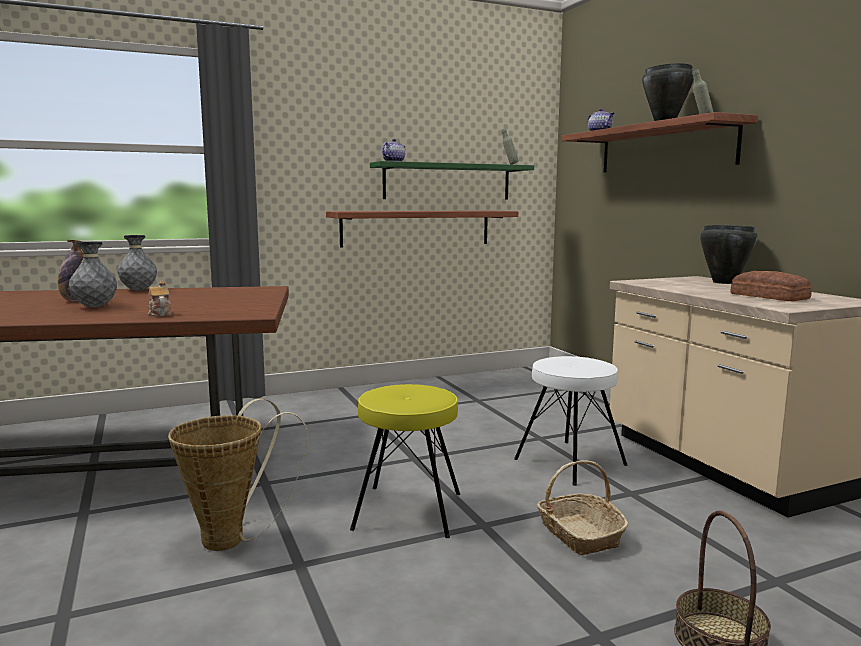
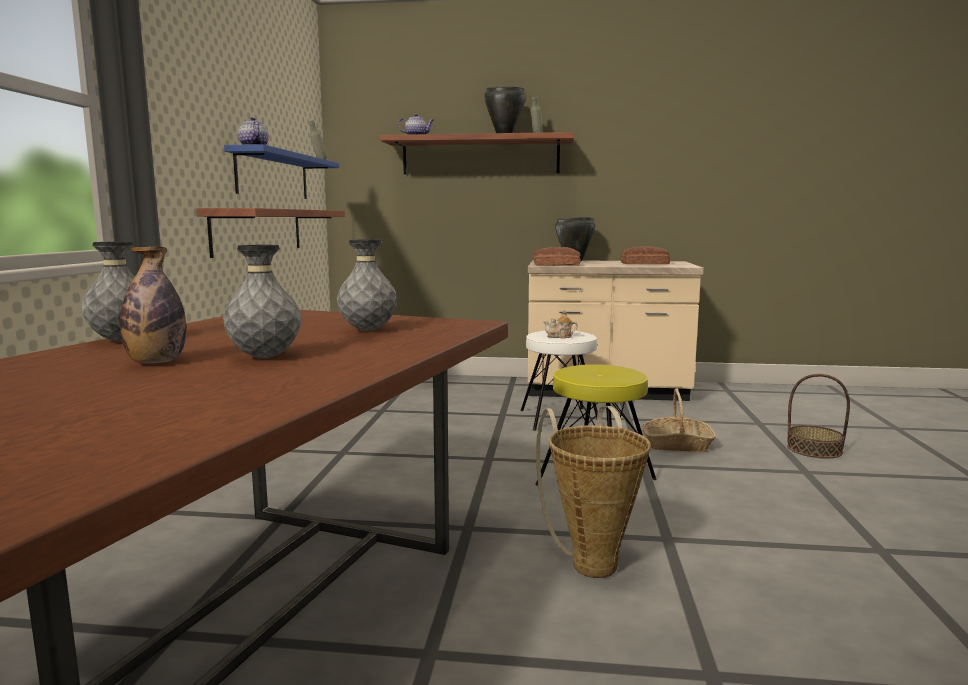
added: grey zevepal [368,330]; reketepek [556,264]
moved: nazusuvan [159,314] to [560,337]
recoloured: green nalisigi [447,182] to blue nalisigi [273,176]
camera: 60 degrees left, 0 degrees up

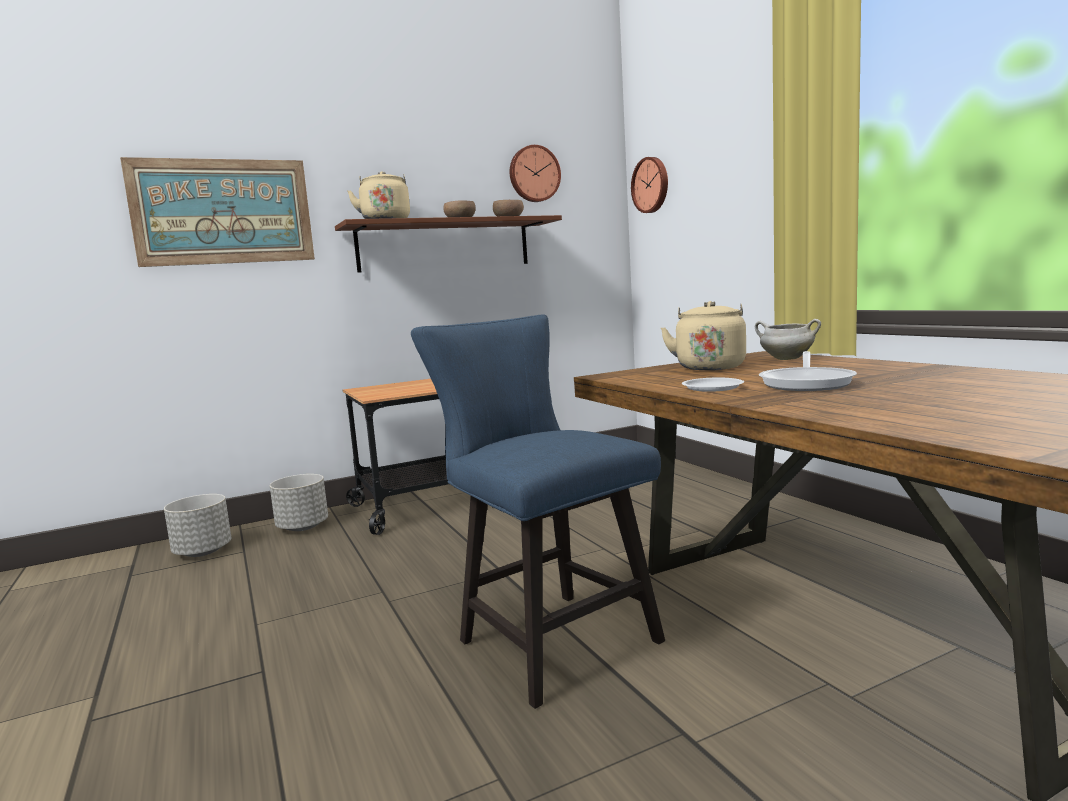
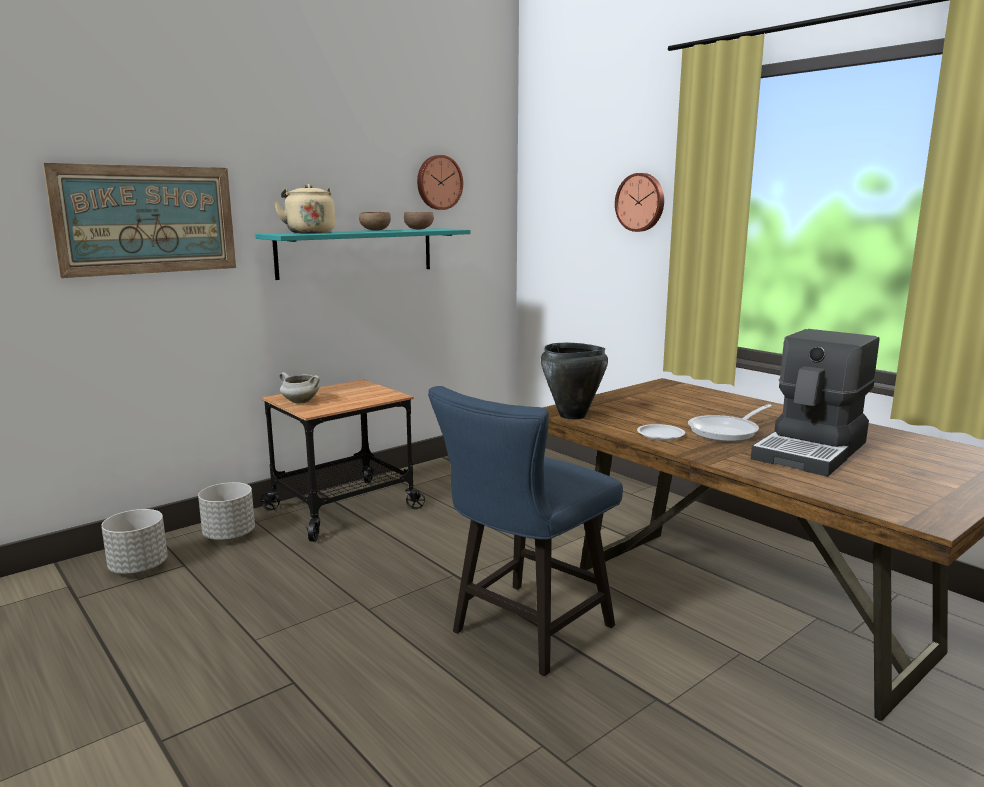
removed: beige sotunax [710,367]
added: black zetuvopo [572,416]; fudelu [812,451]
moved: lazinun [651,185] to [641,202]; white zetuvopo [786,359] to [299,402]
recoloured: brown nalisigi [445,245] to turquoise nalisigi [357,252]
turned: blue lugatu [548,637] = [524,633] 90 degrees counterclockwise; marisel [807,383] = [727,432] 45 degrees clockwise
camera: 15 degrees left, 5 degrees up

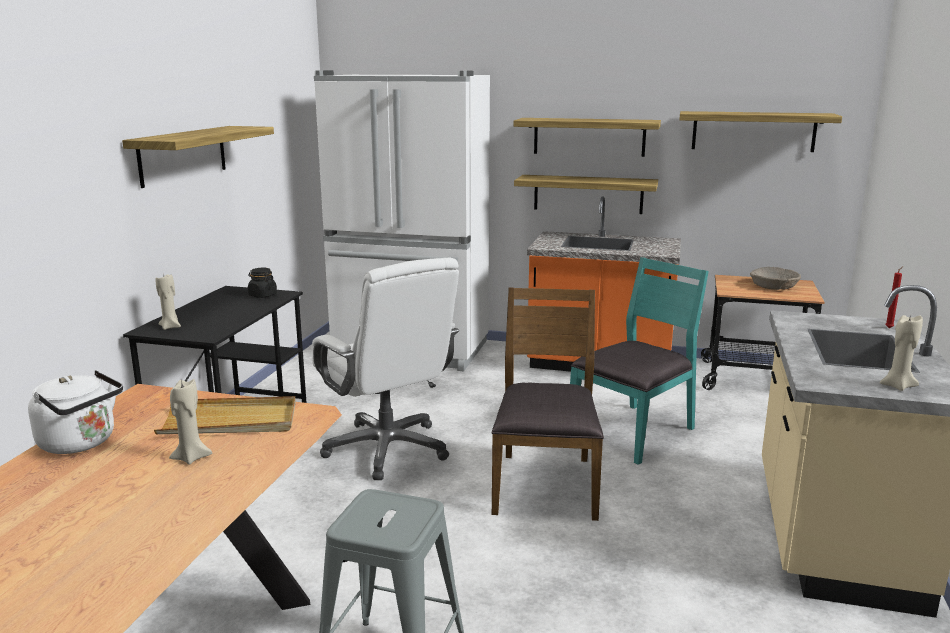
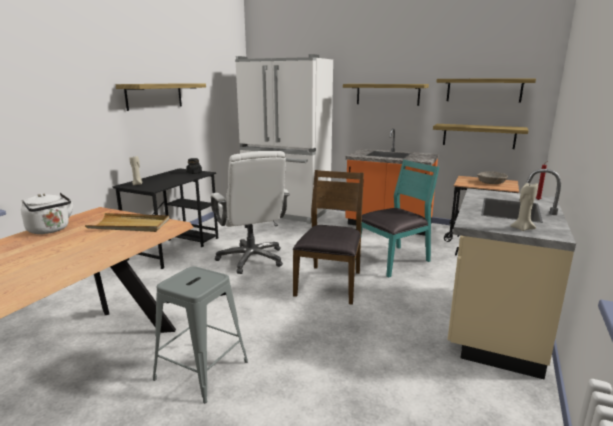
removed: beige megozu [191,457]
moved: nalisigi [588,194] to [478,136]
camera: 10 degrees right, 0 degrees up

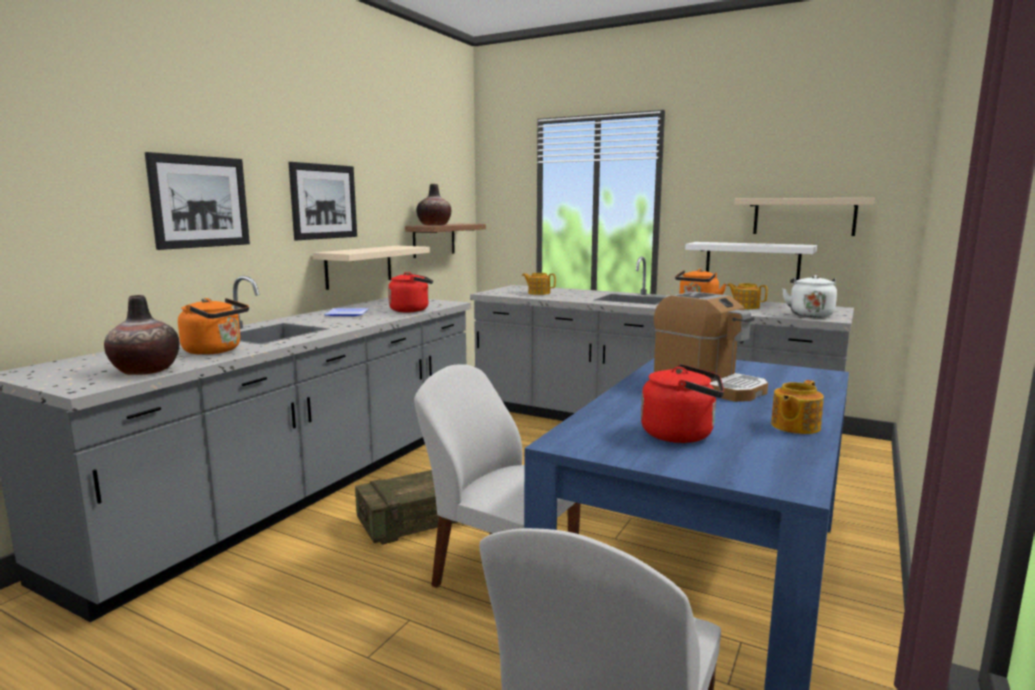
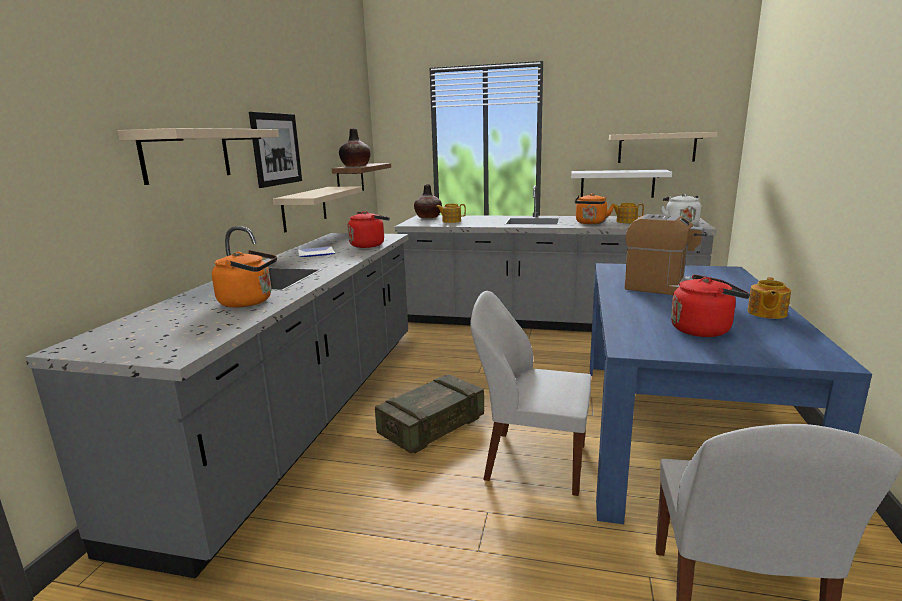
moved: zevepal [146,371] to [428,217]
replaced: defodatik [200,202] to beige nalisigi [187,155]
camera: 15 degrees left, 5 degrees up

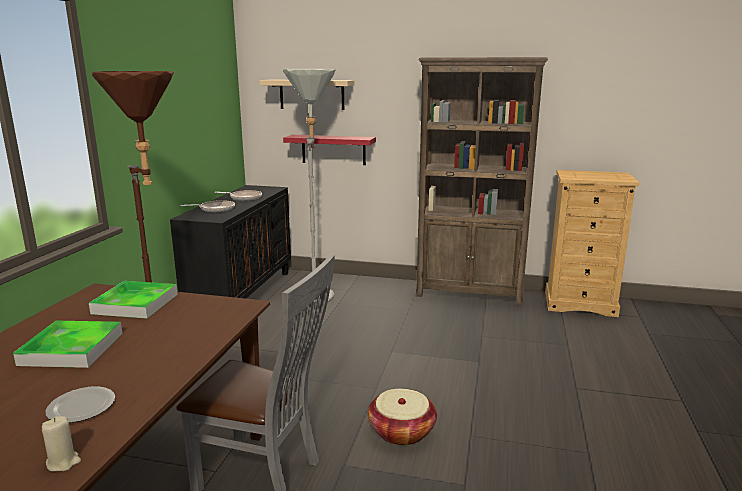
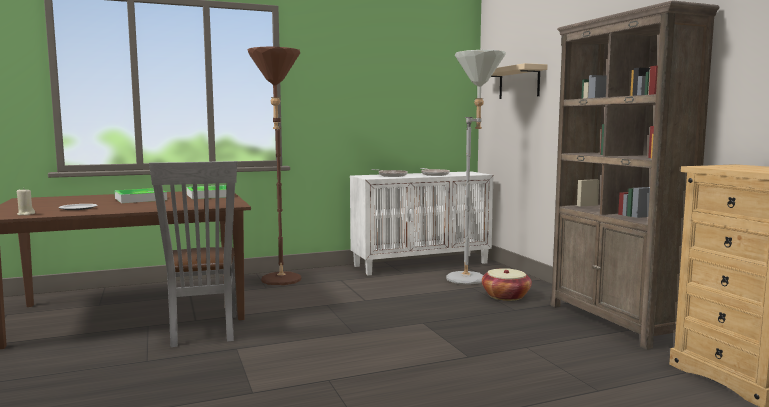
removed: red nalisigi [333,149]
moved: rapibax [401,431] to [506,296]
recoloured: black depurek [242,295] to white depurek [421,264]
camera: 55 degrees right, 10 degrees down

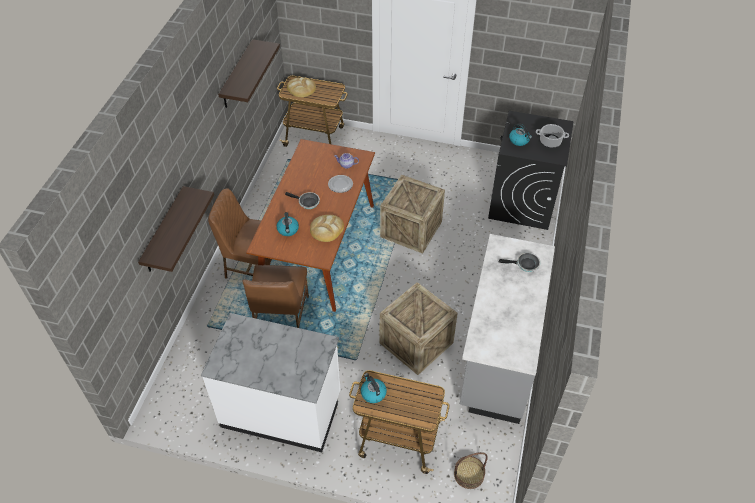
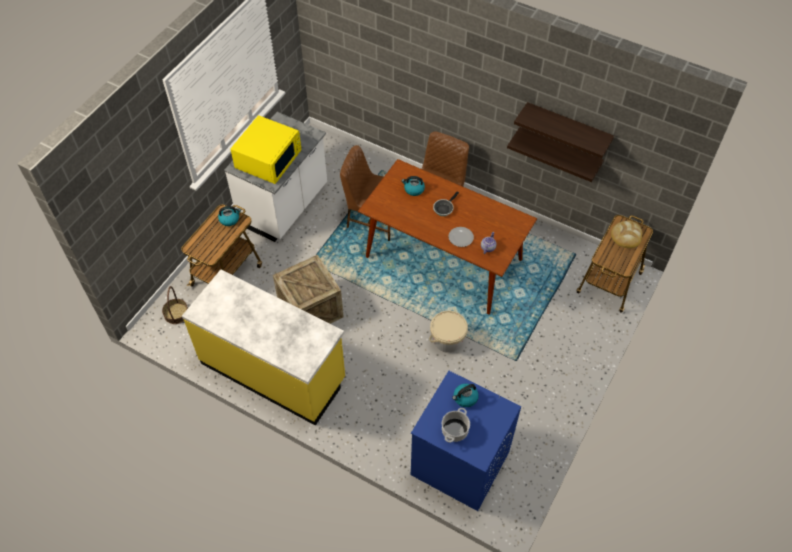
removed: reketepek [326,229]; marisel [525,264]
added: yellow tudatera [269,159]
moved: nalisigi [164,231] to [559,151]
replaced: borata [411,229] to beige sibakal [447,340]
recoloured: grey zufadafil [498,354] to yellow zufadafil [273,371]; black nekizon [522,202] to blue nekizon [459,463]
camera: 105 degrees right, 5 degrees up

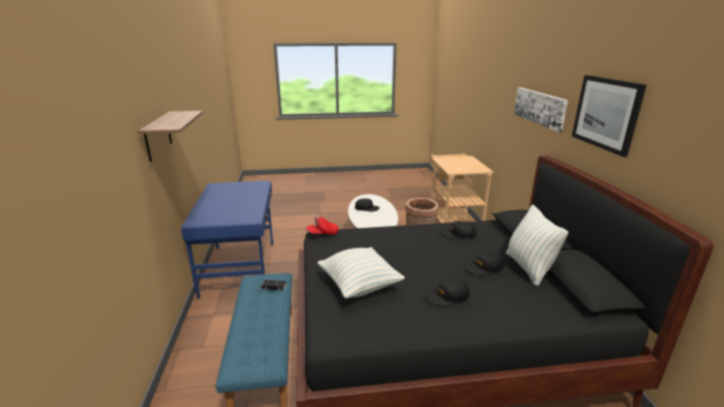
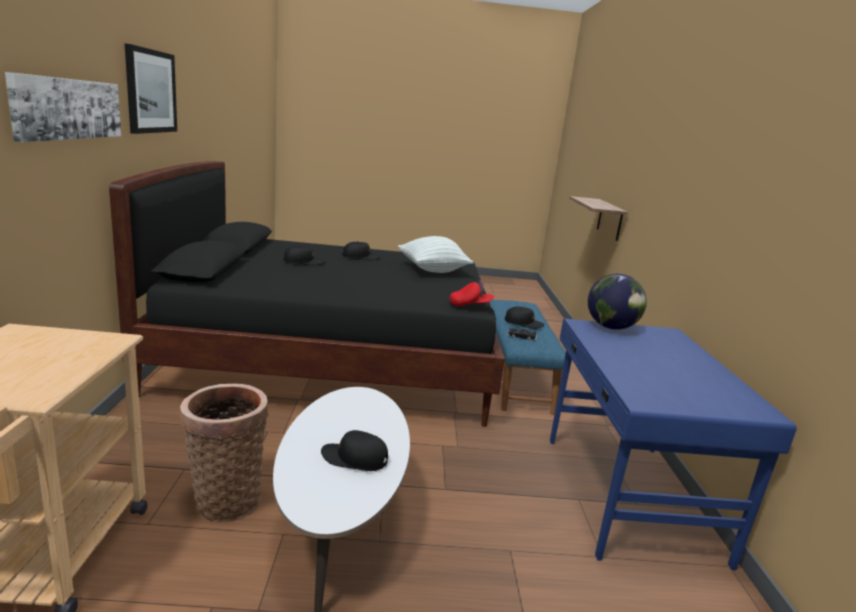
removed: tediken [528,268]
added: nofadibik [610,327]
moved: nalisigi [158,136] to [610,219]; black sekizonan [458,235] to [523,323]
camera: 175 degrees left, 5 degrees down

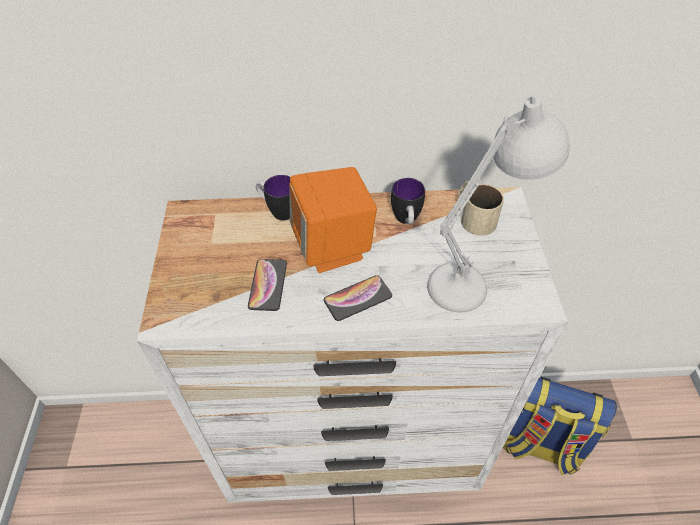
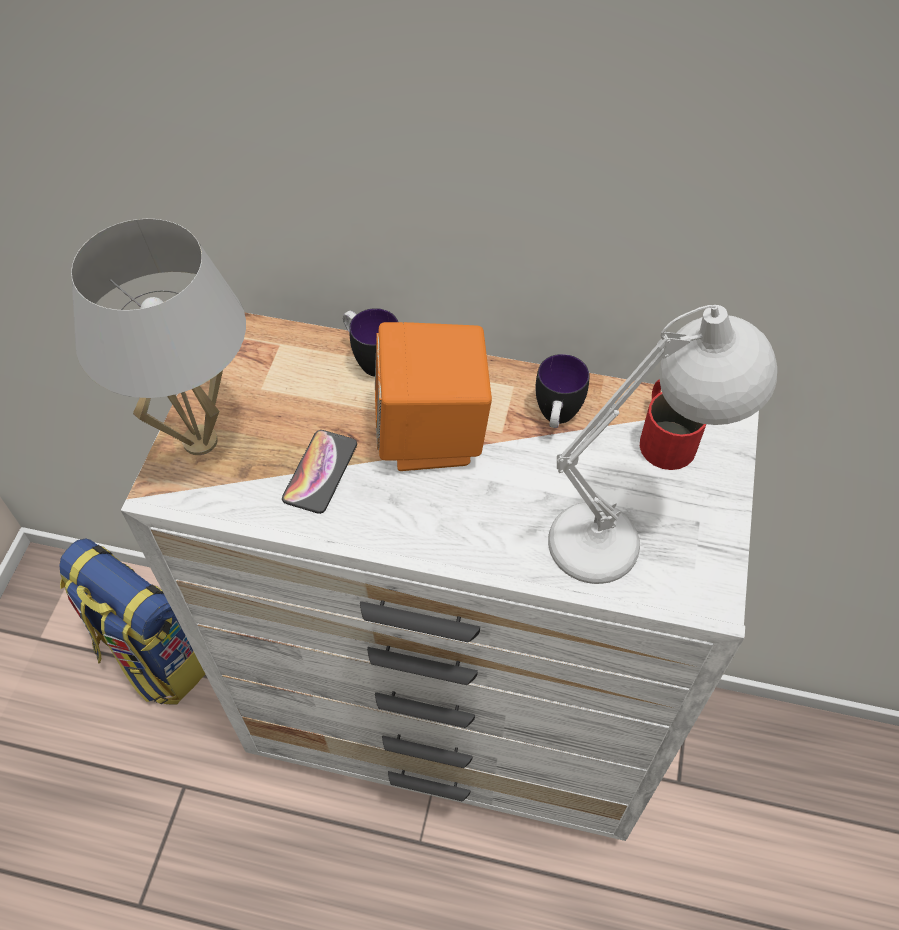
removed: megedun [358,298]
added: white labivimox [200,441]
moved: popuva [539,445] to [154,655]
recoloured: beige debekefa [473,216] to red debekefa [663,434]
camera: 15 degrees right, 5 degrees up

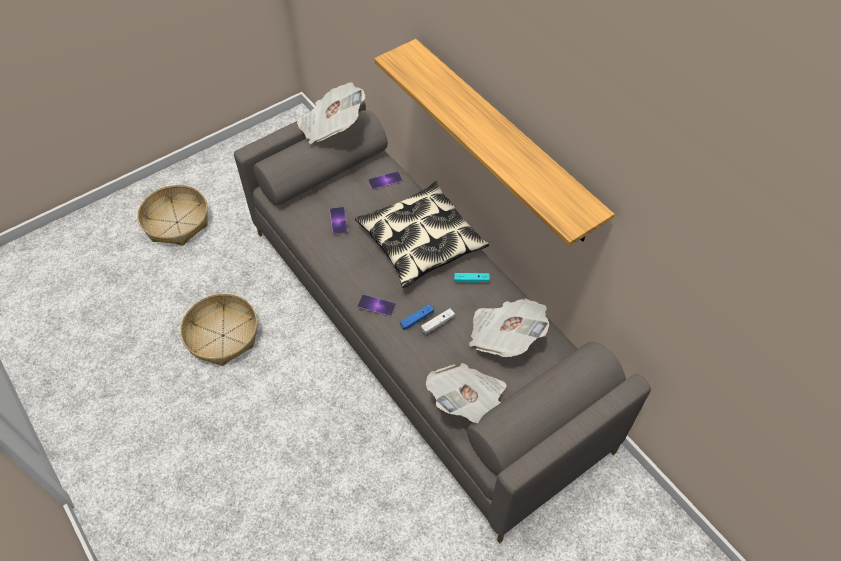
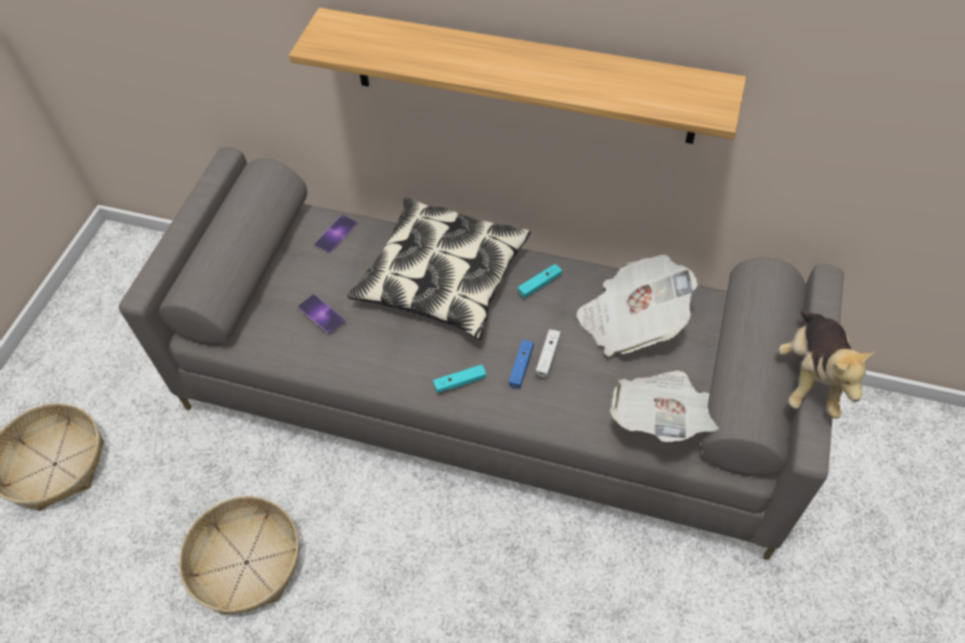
removed: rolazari [331,127]
added: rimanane [811,377]
replaced: megedun [376,305] to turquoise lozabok [460,382]
camera: 35 degrees left, 0 degrees up

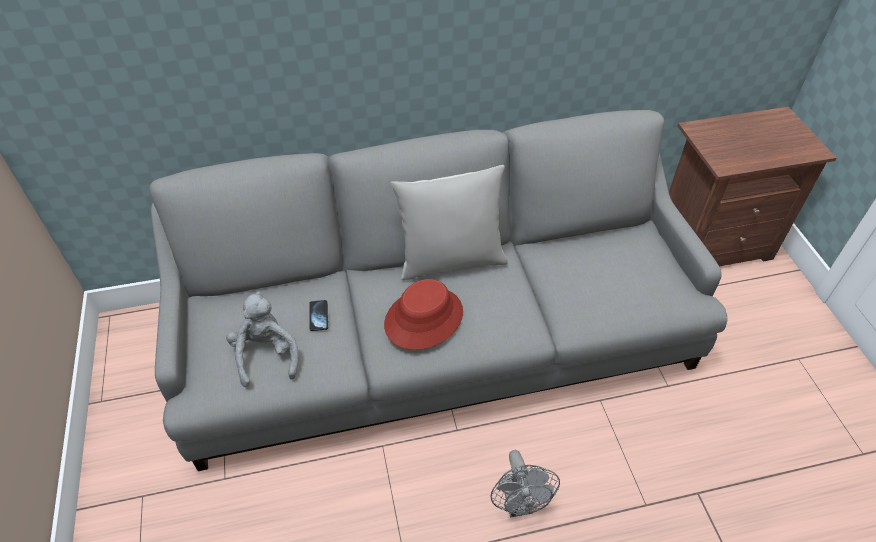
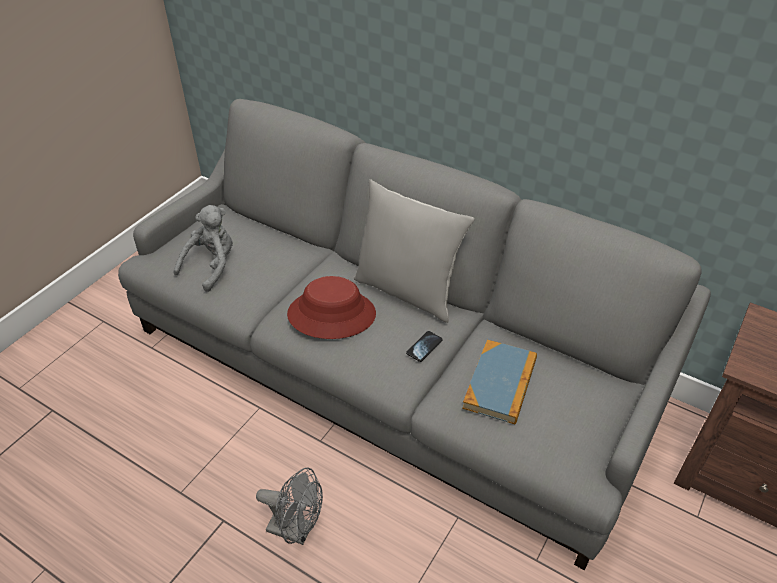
added: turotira [500,383]
moved: megedun [318,316] to [424,347]
turned: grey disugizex [519,504] = [296,530] 105 degrees counterclockwise
camera: 45 degrees right, 5 degrees down

